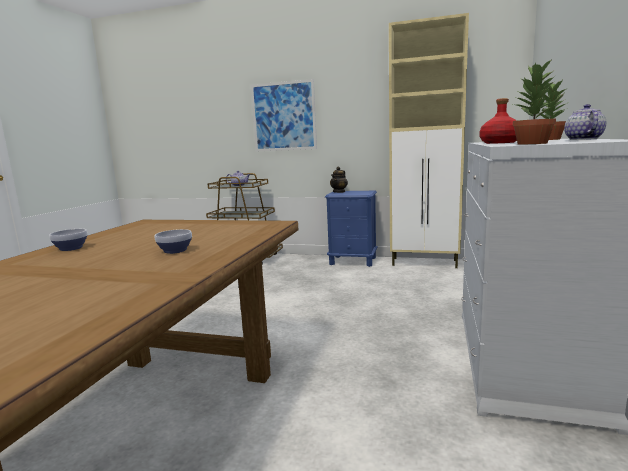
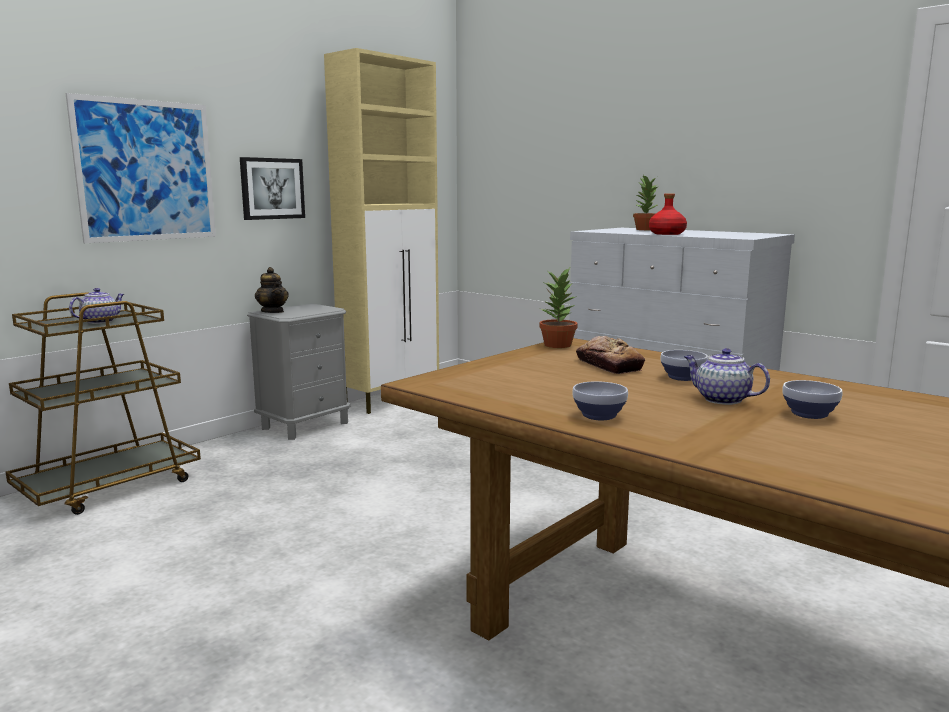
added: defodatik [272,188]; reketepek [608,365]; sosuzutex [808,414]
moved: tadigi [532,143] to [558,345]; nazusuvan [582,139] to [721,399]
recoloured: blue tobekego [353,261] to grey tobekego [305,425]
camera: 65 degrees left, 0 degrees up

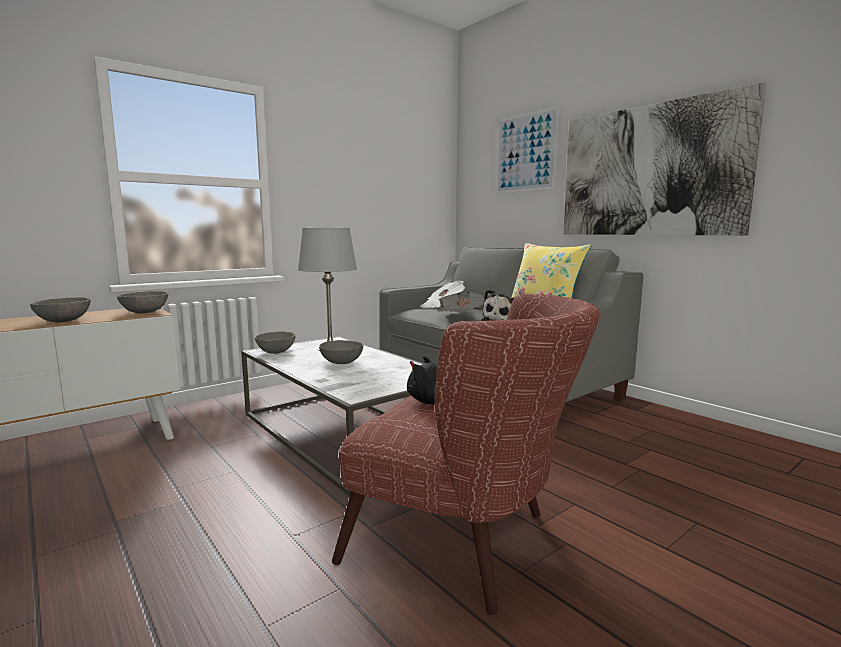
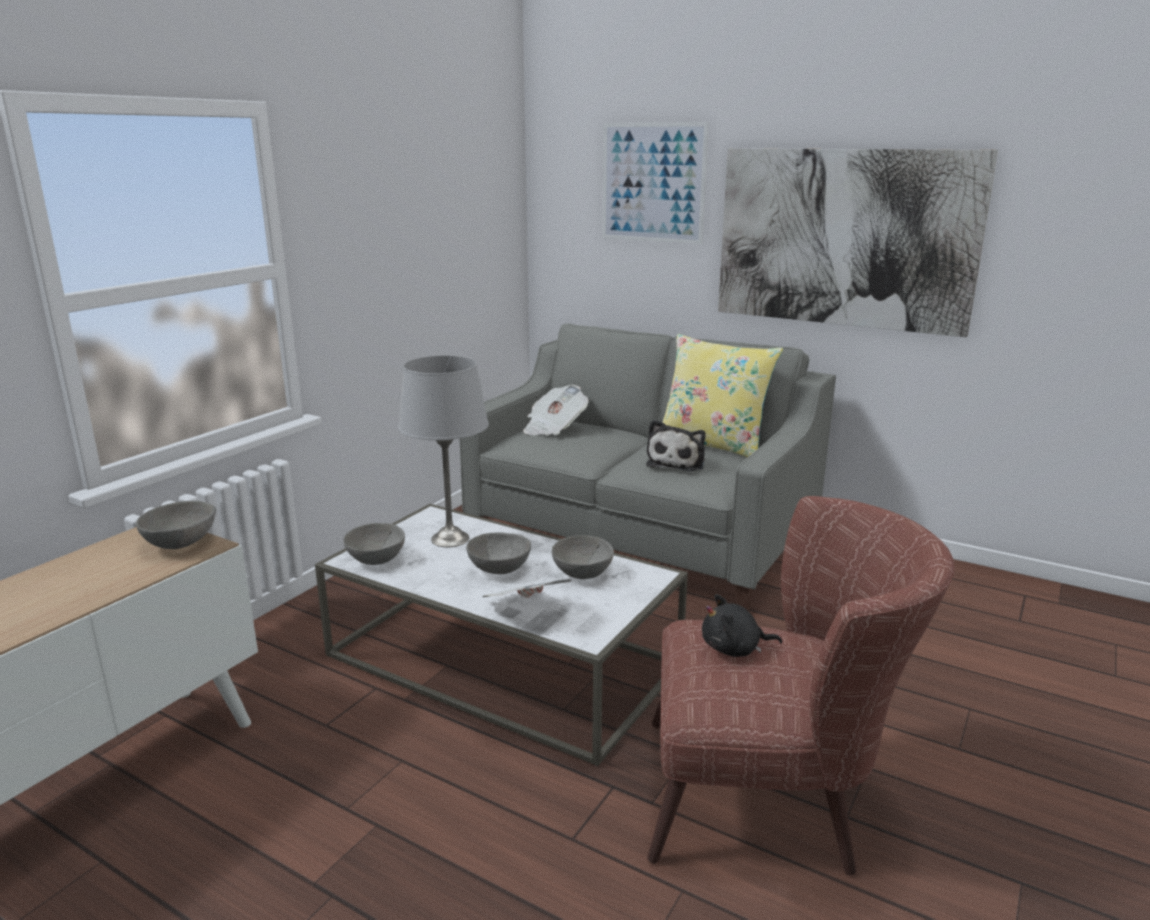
moved: grey sosuzutex [64,321] to [582,573]; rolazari [462,316] to [526,611]
camera: 20 degrees left, 10 degrees up

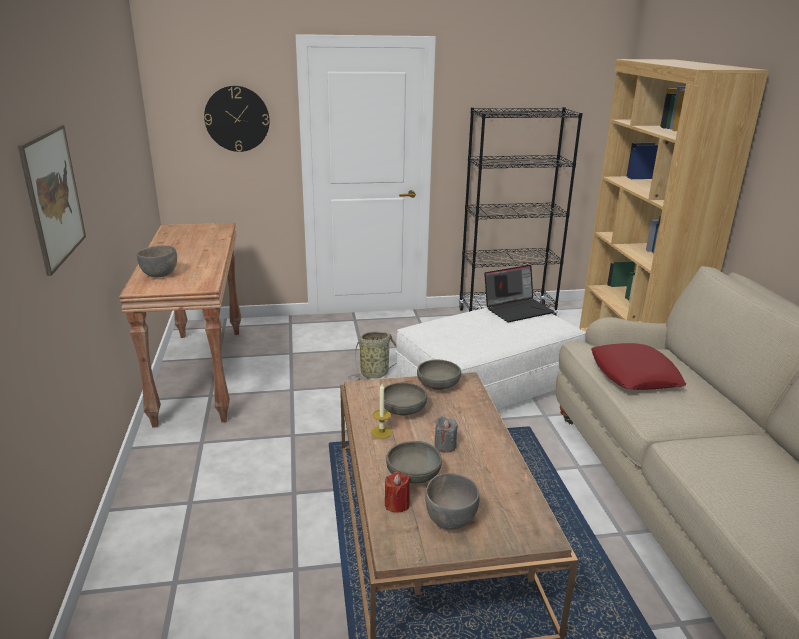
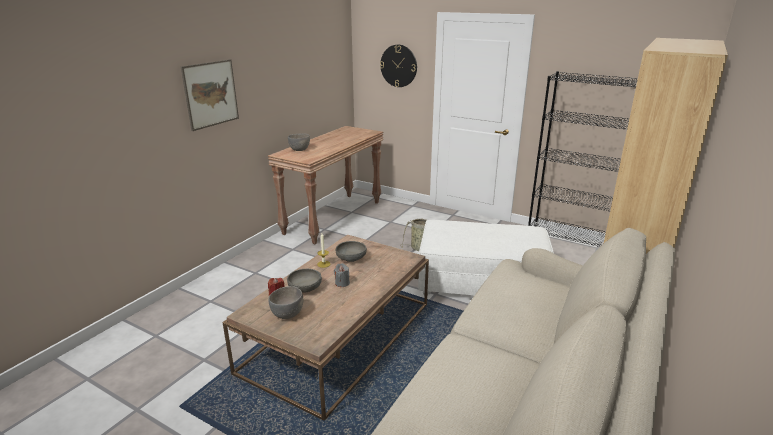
removed: grey sosuzutex [438,385]; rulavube [518,309]; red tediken [634,374]
camera: 40 degrees right, 0 degrees up

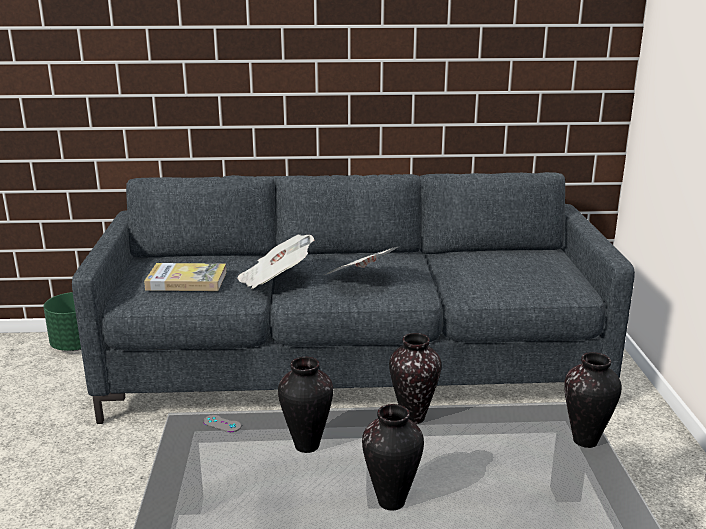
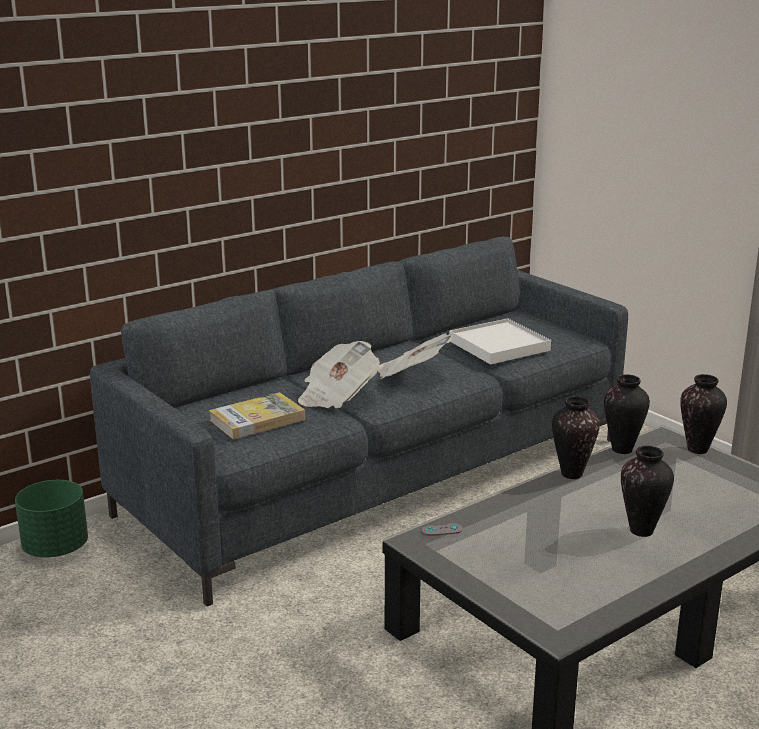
added: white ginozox [499,346]
moved: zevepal [306,446] to [621,450]
camera: 35 degrees left, 0 degrees up

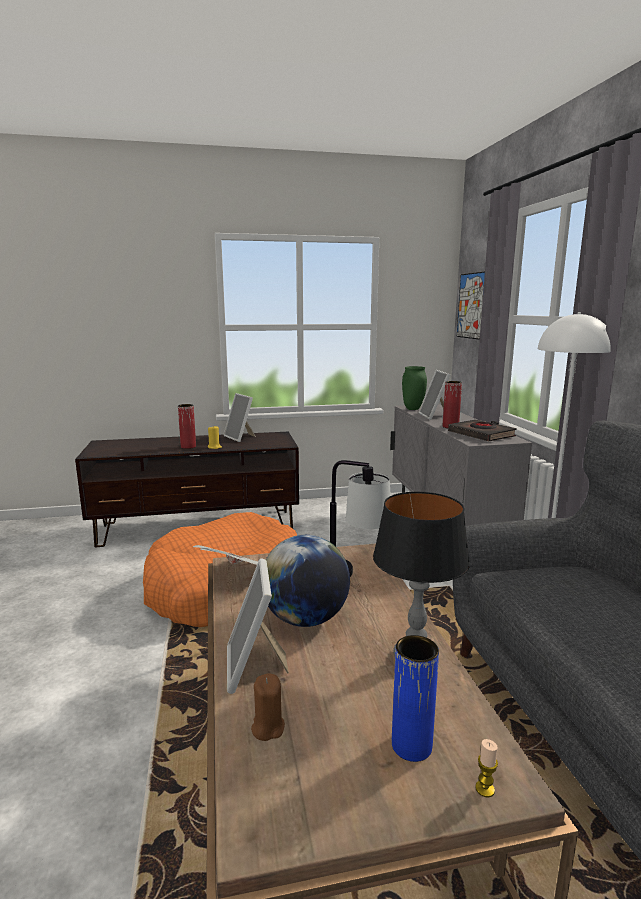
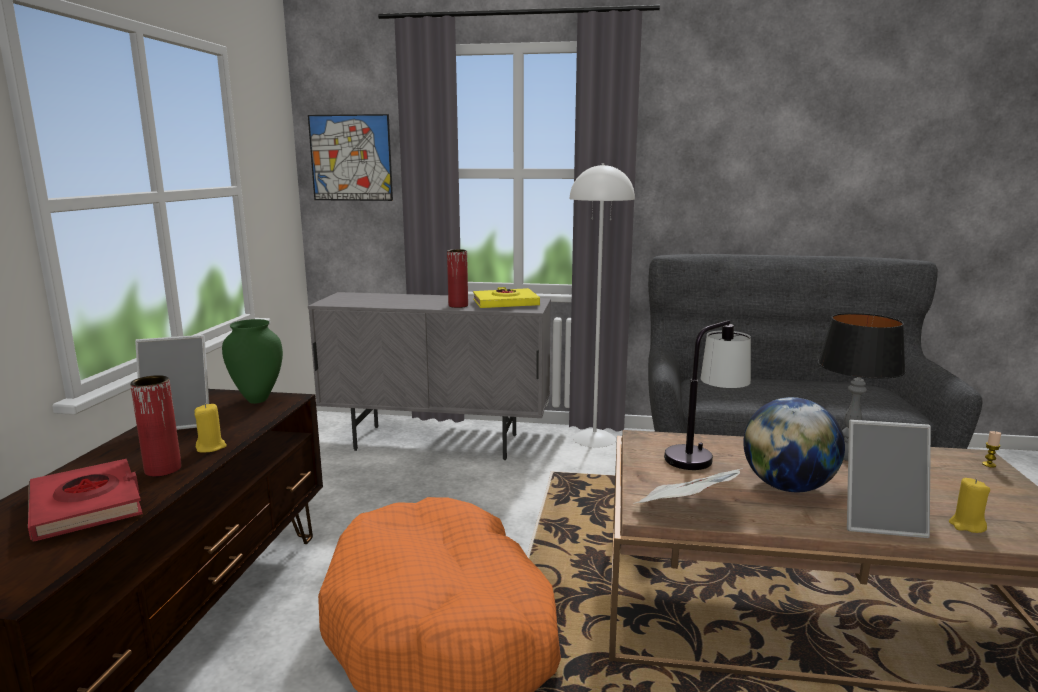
removed: blue zevepal [411,745]; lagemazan [434,416]
added: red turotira [87,506]
moved: green zevepal [413,409] to [258,399]
recoloured: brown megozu [267,727] to yellow megozu [966,526]; black turotira [481,434] to yellow turotira [505,303]
camera: 70 degrees left, 0 degrees up

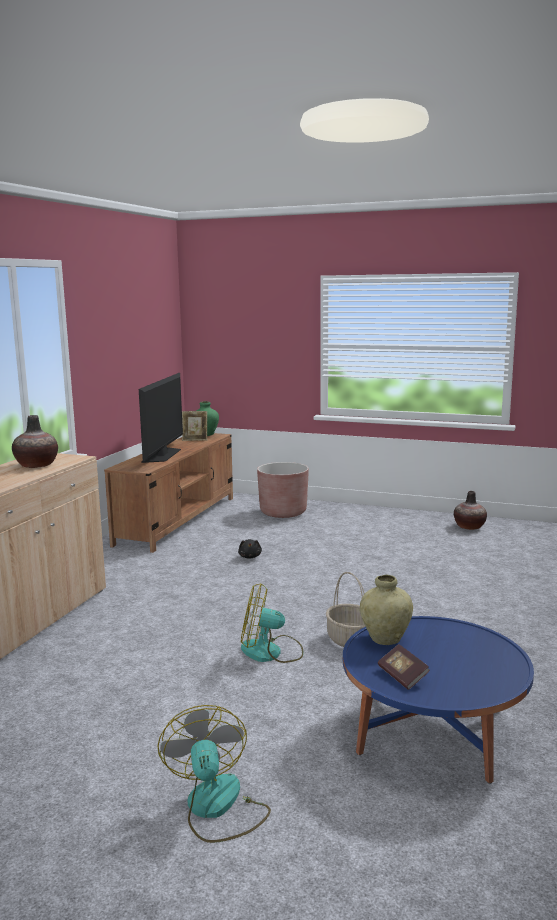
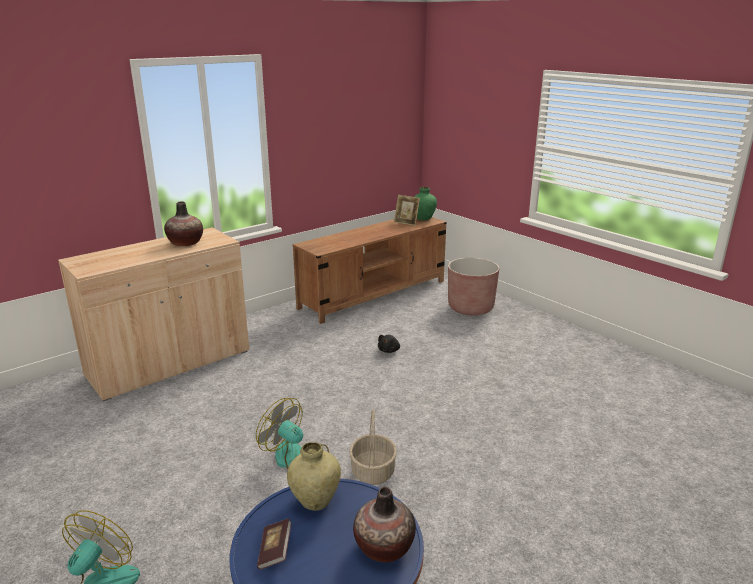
removed: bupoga [163,455]
moved: zevepal [469,527] to [384,547]
camera: 30 degrees right, 10 degrees up

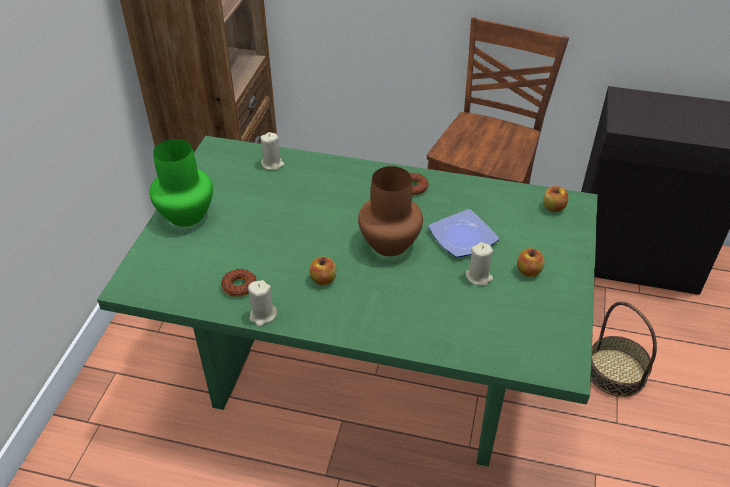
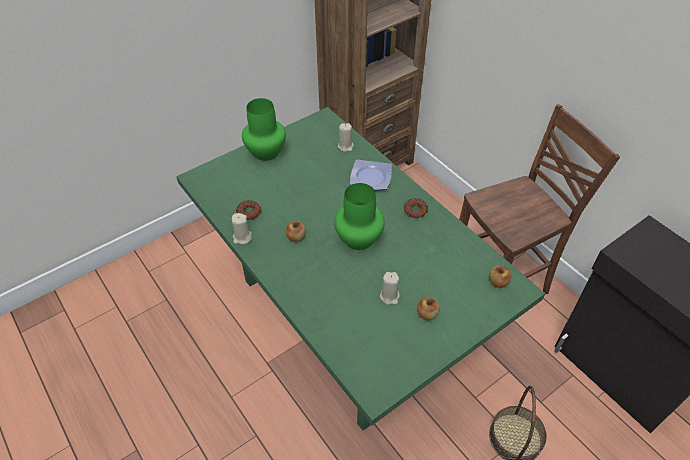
moved: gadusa [463,236] to [371,177]
recoloured: brown zevepal [389,242] to green zevepal [359,238]
camera: 40 degrees right, 5 degrees up

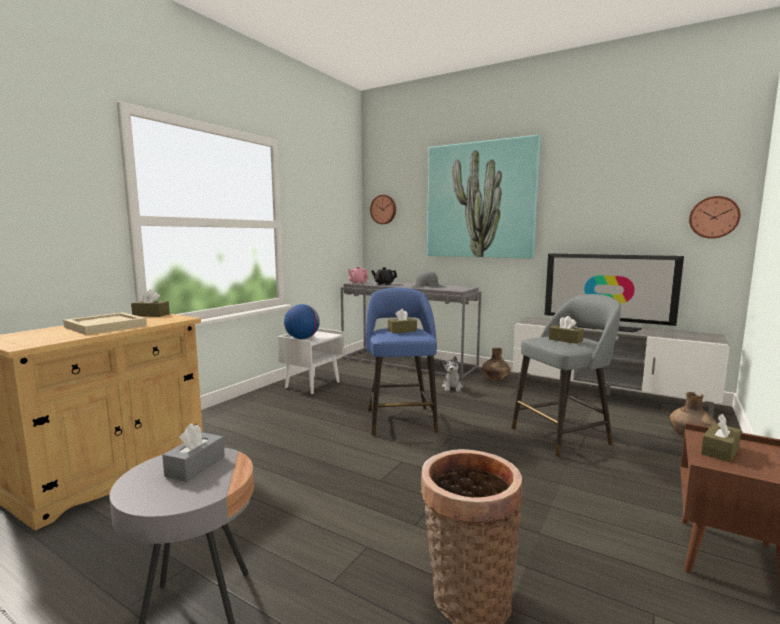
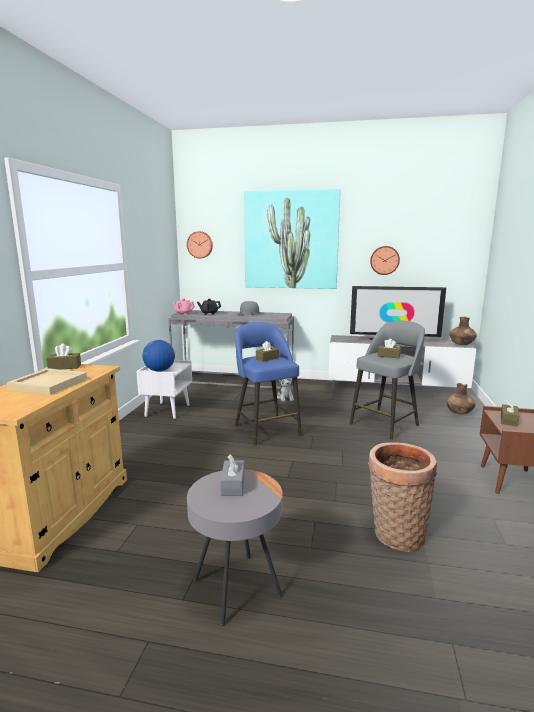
moved: brown zevepal [495,380] to [461,345]; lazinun [713,217] to [384,260]
camera: 20 degrees left, 5 degrees up

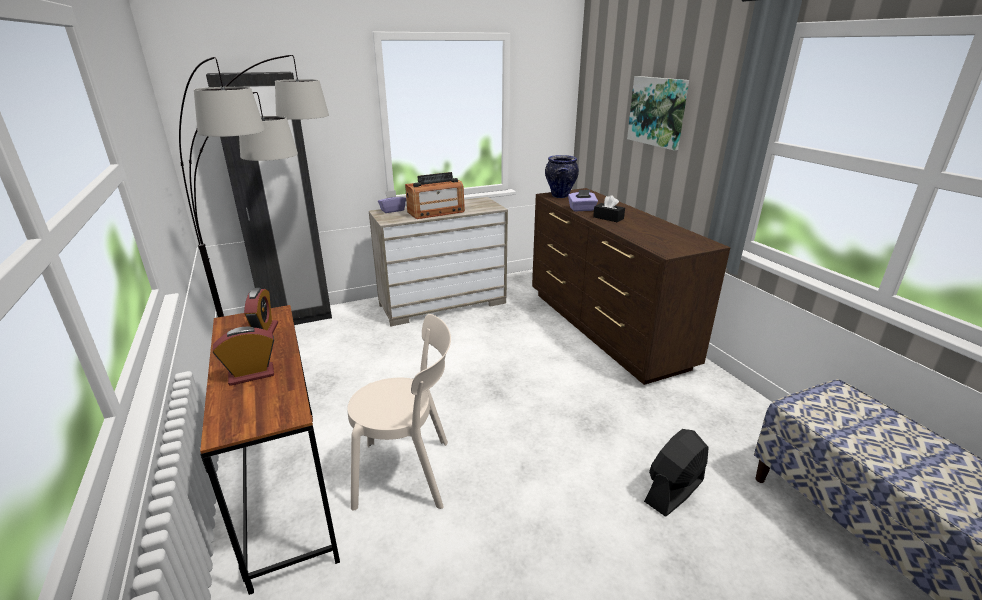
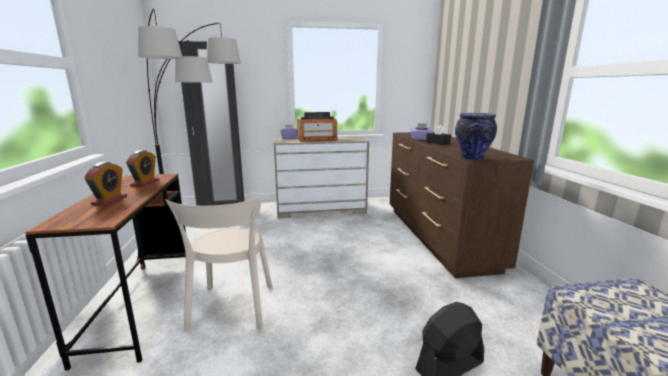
removed: defodatik [658,111]
moved: zevepal [560,196] to [472,158]
turned: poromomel [251,375] = [109,200] 105 degrees clockwise; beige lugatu [409,473] = [231,309] 75 degrees clockwise
camera: 15 degrees right, 10 degrees down

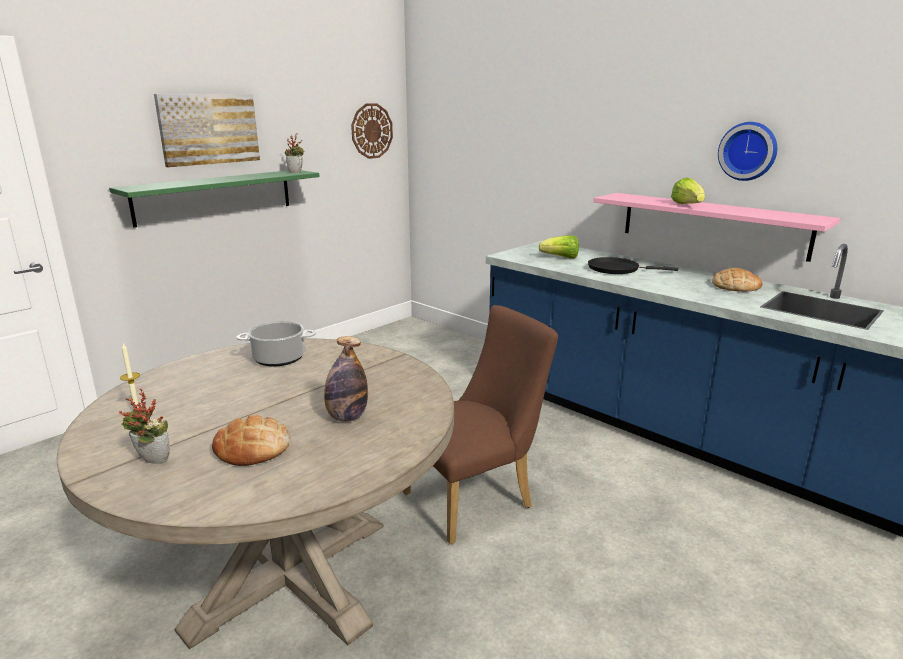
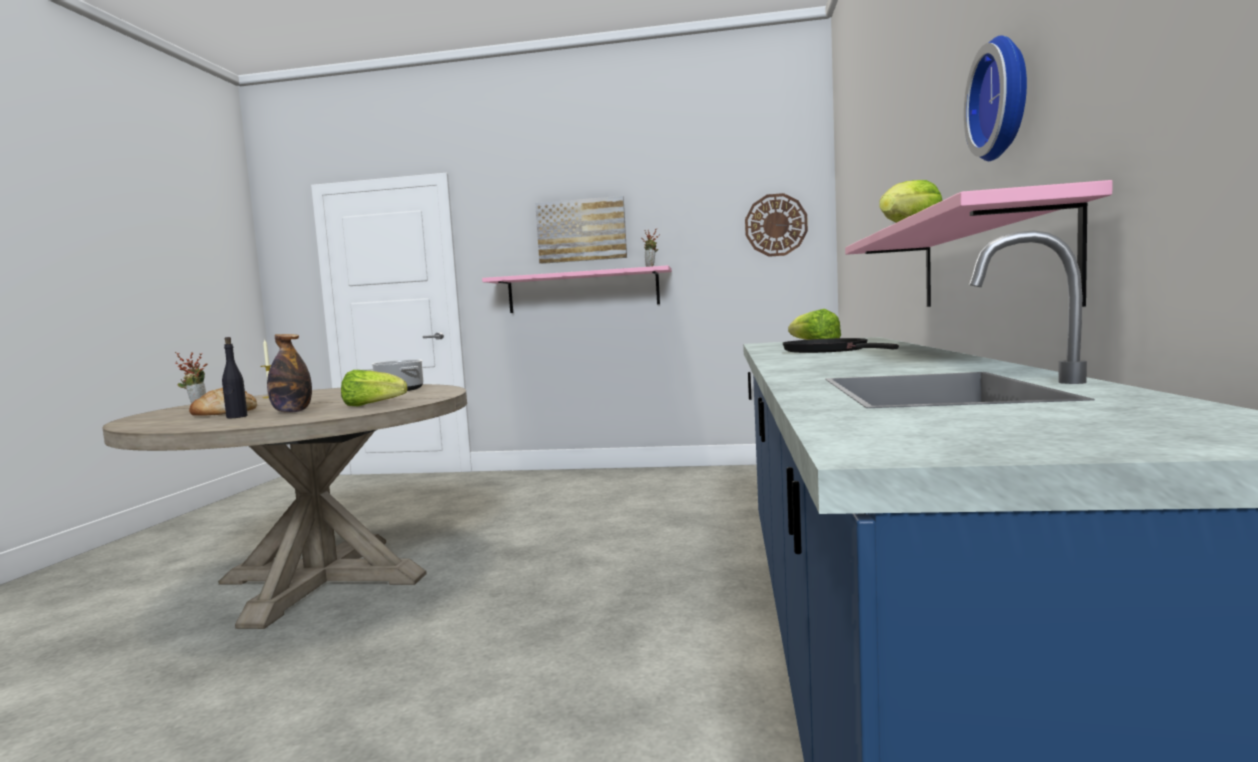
removed: brown lugatu [476,498]; reketepek [735,286]
added: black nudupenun [236,417]; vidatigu [372,405]
recoloured: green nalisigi [215,196] to pink nalisigi [583,291]
camera: 55 degrees right, 15 degrees down

